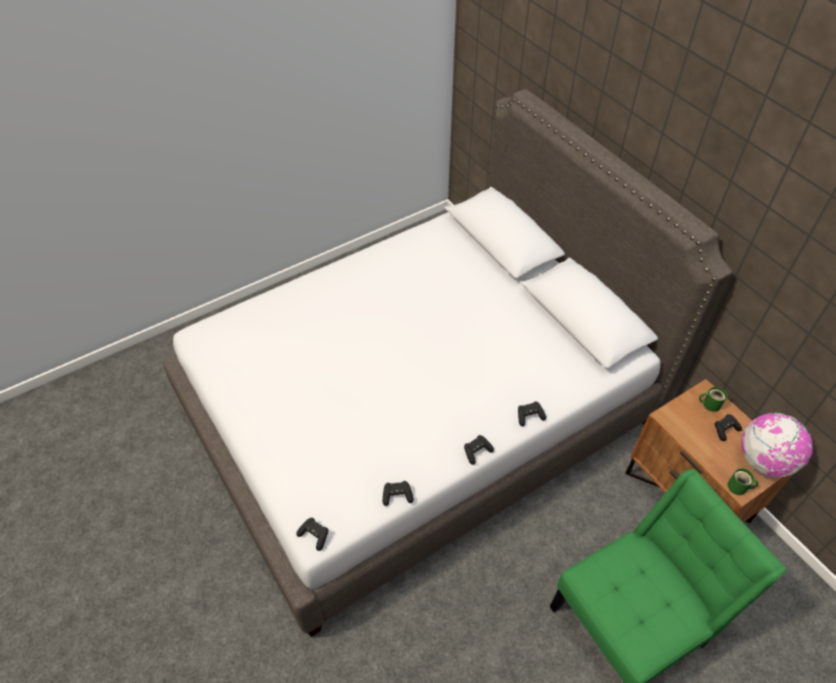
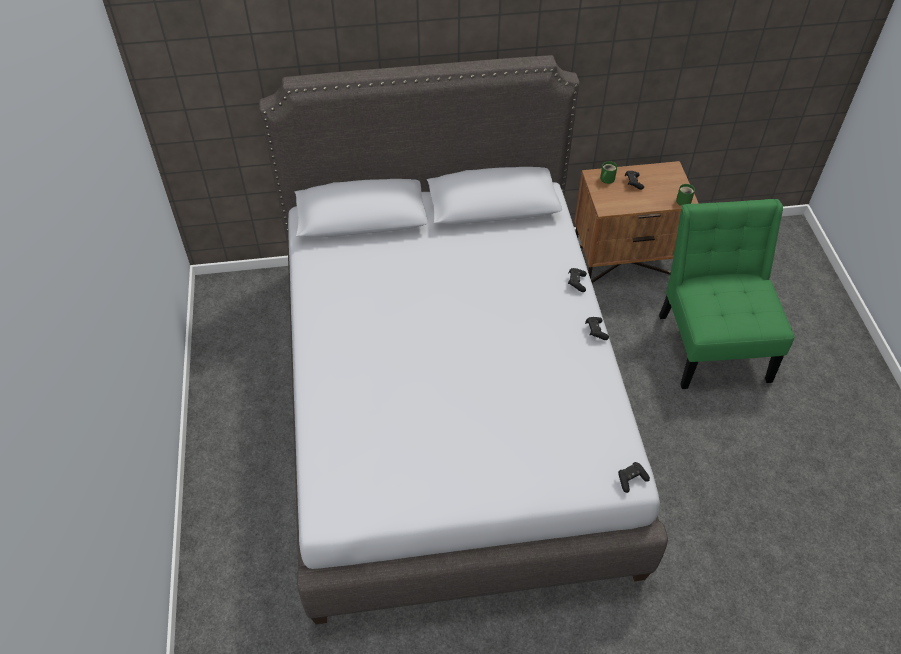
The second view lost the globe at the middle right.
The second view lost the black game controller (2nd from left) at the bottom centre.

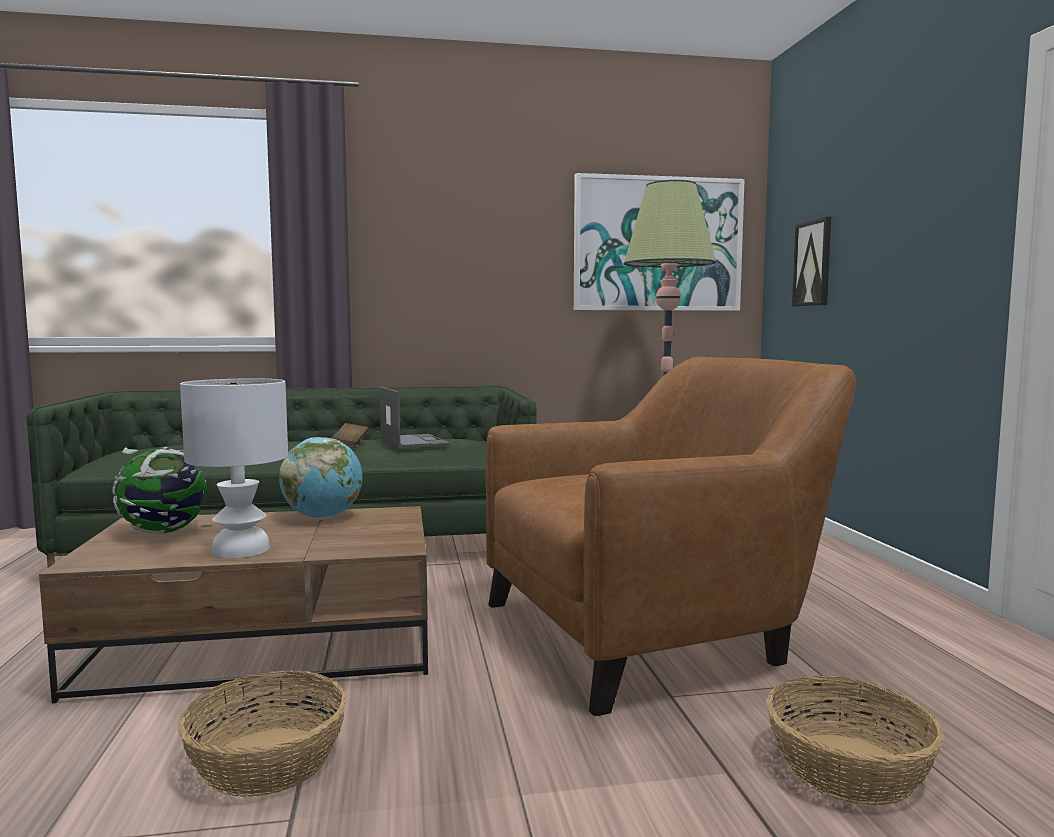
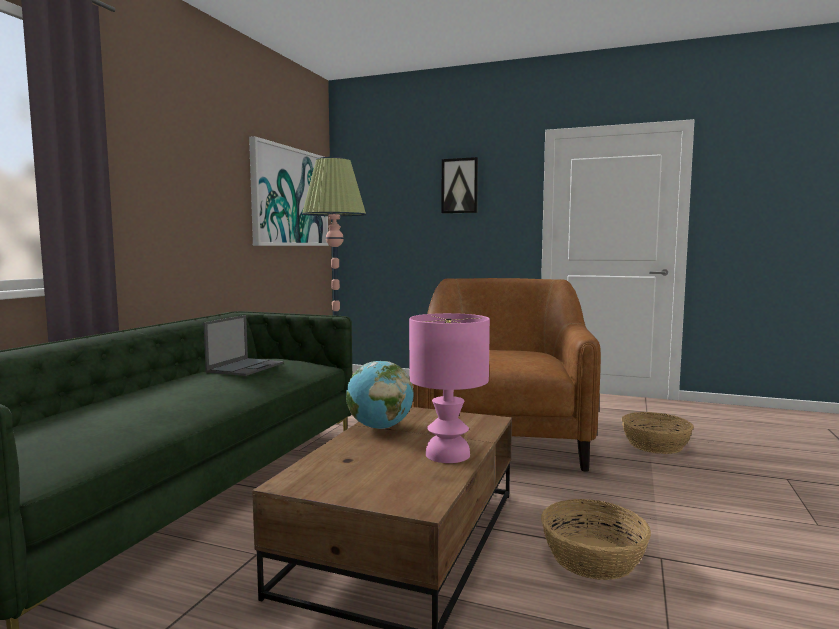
The picture (2nd from left) ended up elsewhere, having gone from the top right to the top centre.
What was the white table lamp at the middle left turned into the pink table lamp at the centre.
The laptop at the centre ended up facing another way, 105 degrees clockwise from before.
The second view lost the brown book at the middle left.
The second view lost the globe (1st from left) at the middle left.

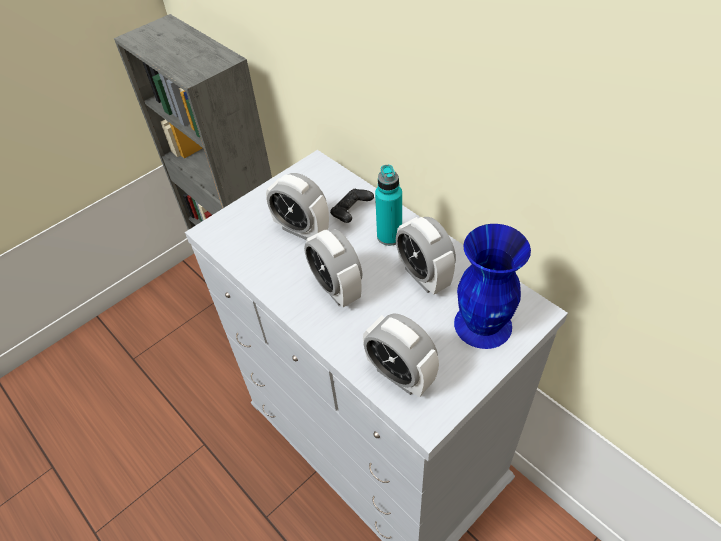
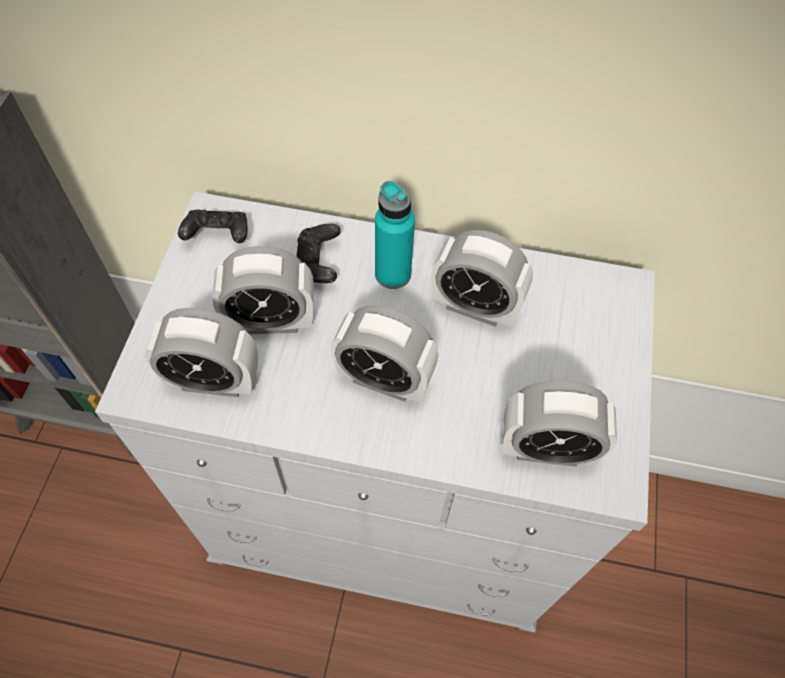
The second view lost the blue vase at the middle right.
The second view gained the black game controller (1st from left) at the middle left.
The second view gained the alarm clock (1st from left) at the middle left.

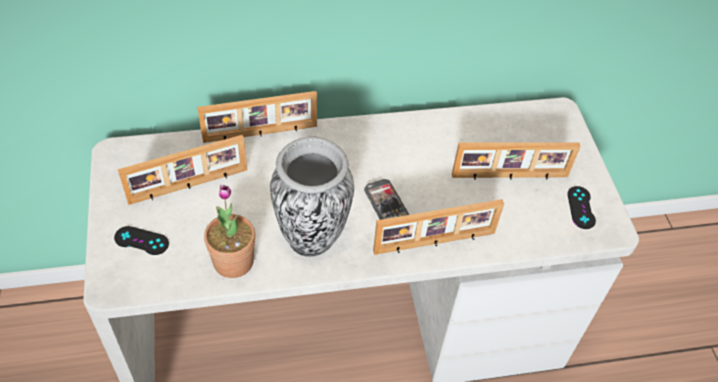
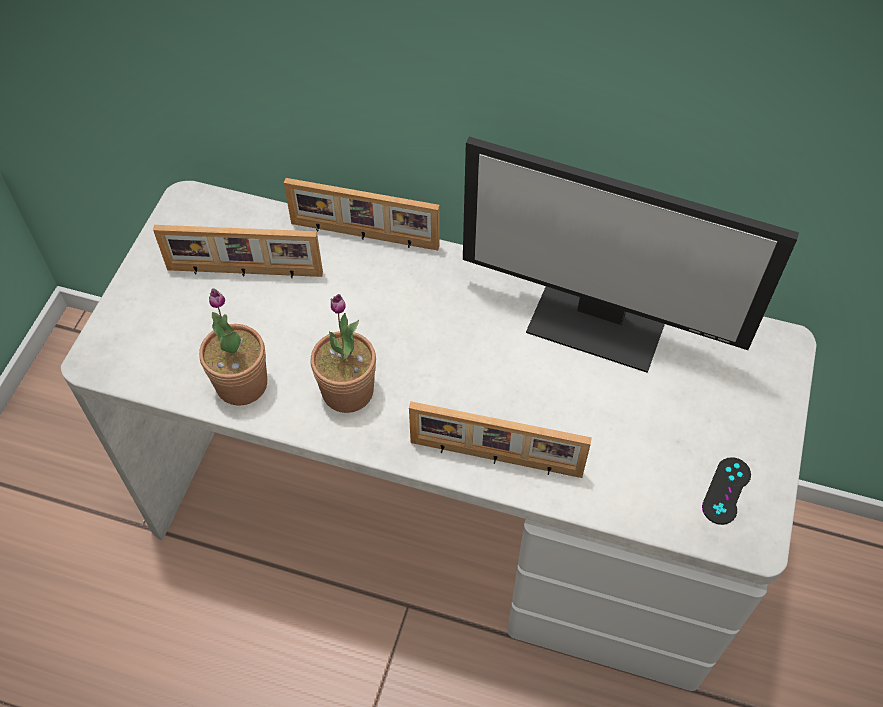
Where the vase stood at the centre, the potted plant (2nd from left) came to stand at the centre.
The second view lost the picture frame (4th from left) at the middle right.
The second view lost the phone at the centre.
The second view lost the black game controller (1st from left) at the middle left.
The second view gained the monitor at the middle right.

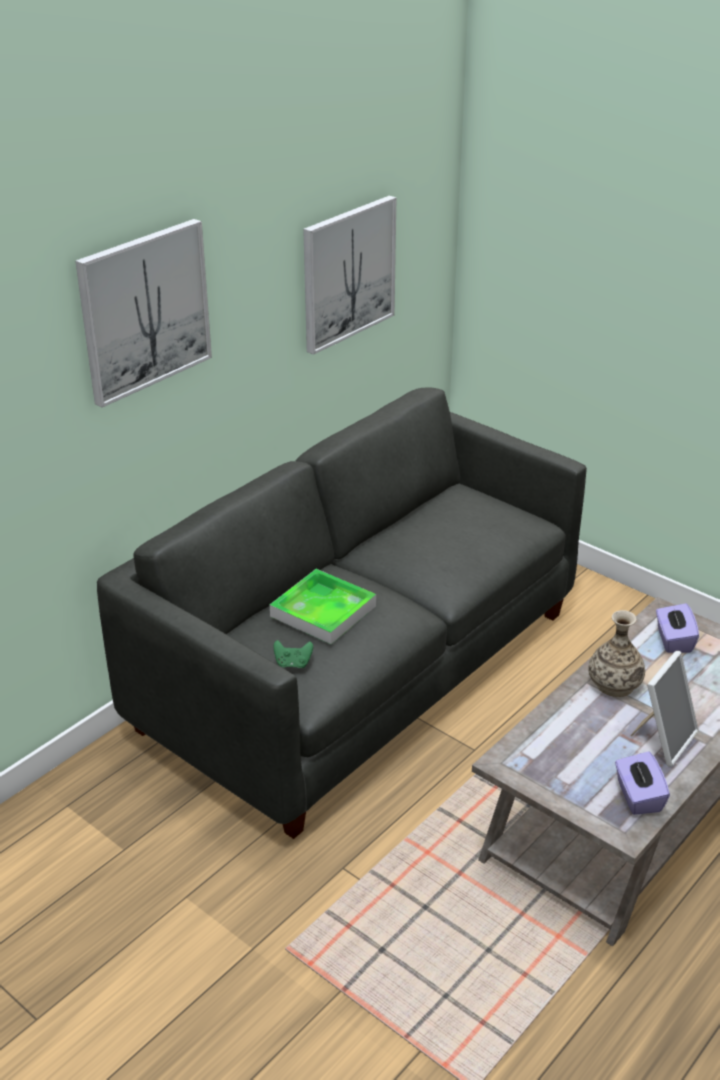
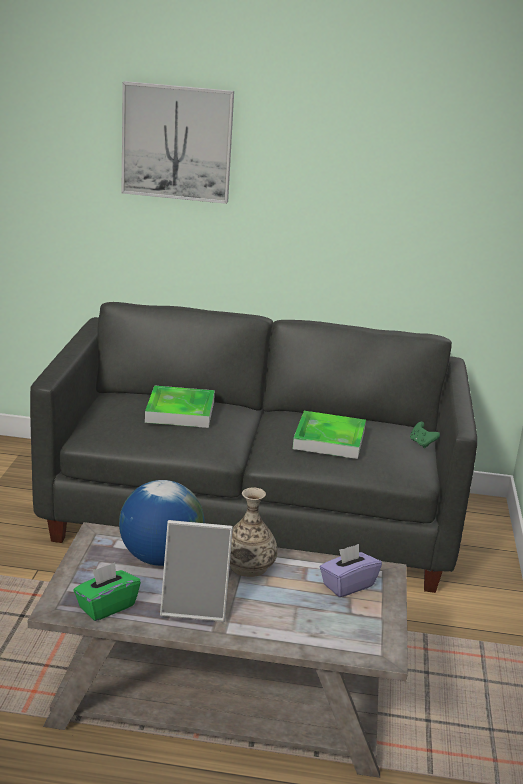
The second view lost the picture (2nd from left) at the top centre.
The green game controller ended up elsewhere, having gone from the centre to the middle right.
What was the purple tissue box (1st from left) at the bottom right turned into the green tissue box at the bottom left.
The second view gained the tray (2nd from left) at the centre.
The second view gained the globe at the bottom left.

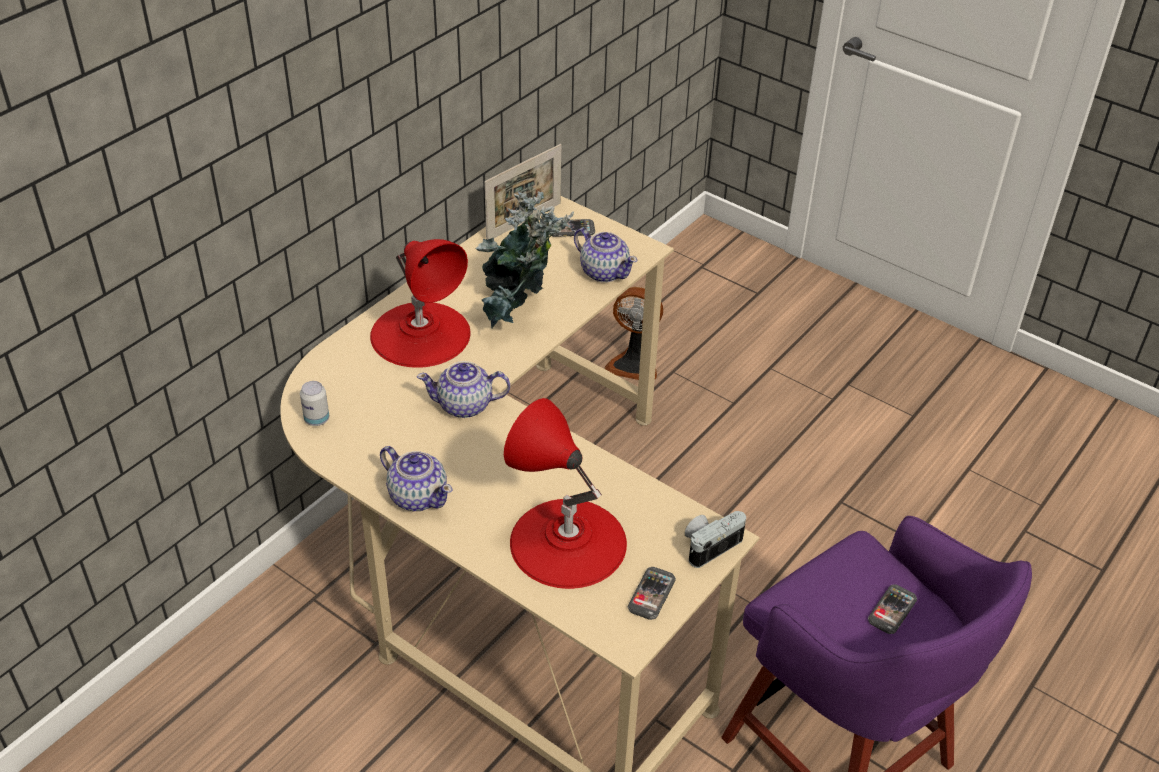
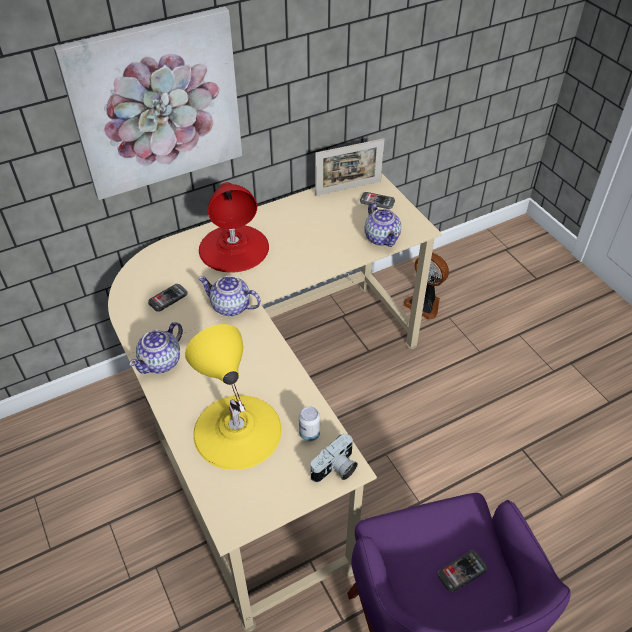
The second view lost the potted plant at the centre.
The can ended up elsewhere, having gone from the middle left to the bottom centre.
What was the red table lamp (2nd from left) at the centre turned into the yellow table lamp at the centre.
The teapot (1st from left) at the centre ended up facing another way, 60 degrees clockwise from before.
The photo camera at the bottom centre ended up facing another way, 150 degrees clockwise from before.
The phone (2nd from left in the first image) ended up elsewhere, having gone from the bottom centre to the middle left.
The second view gained the picture at the top left.

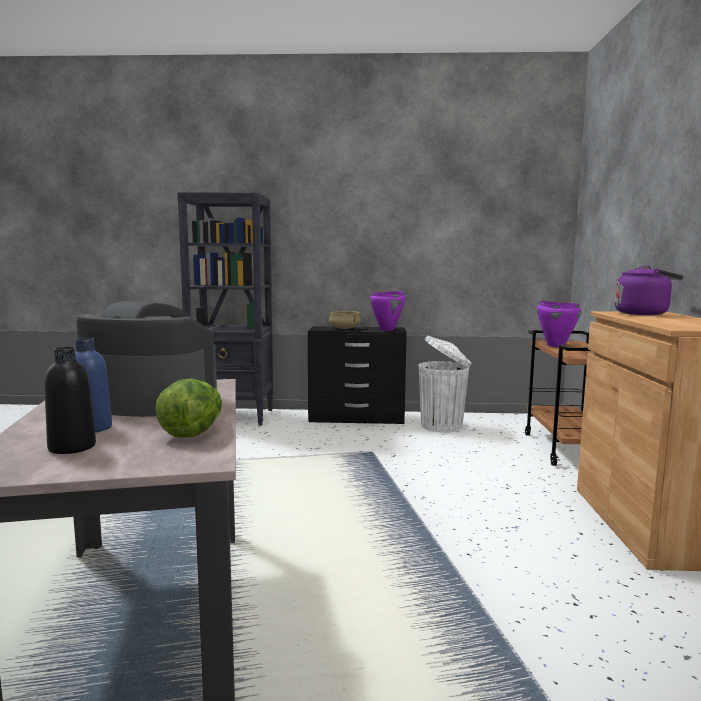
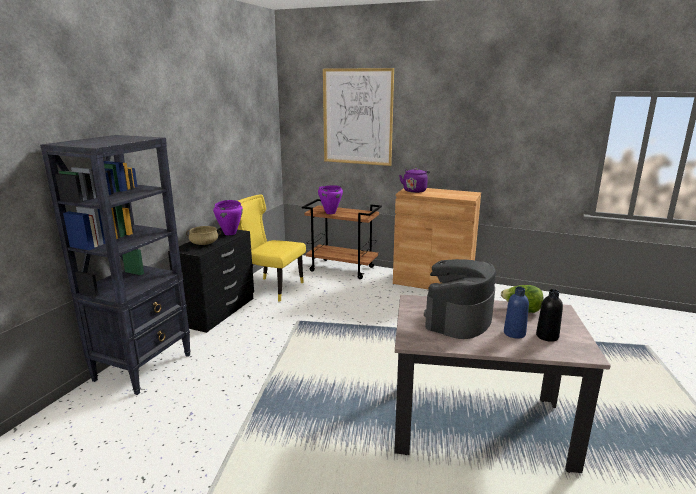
Where the white trash can stood at the centre, the yellow chair came to stand at the centre.
The second view gained the picture at the top centre.

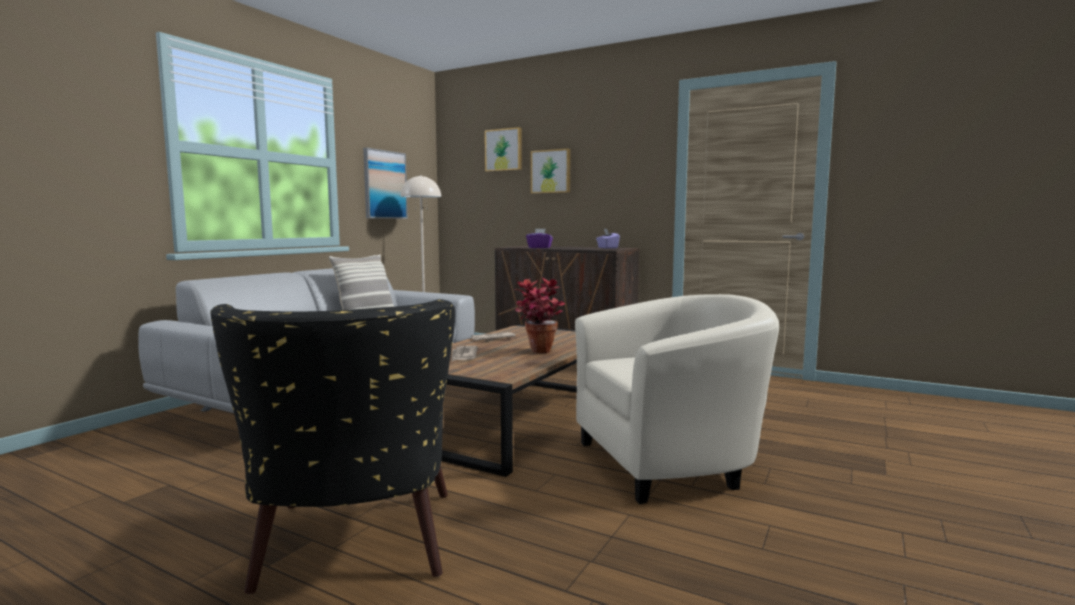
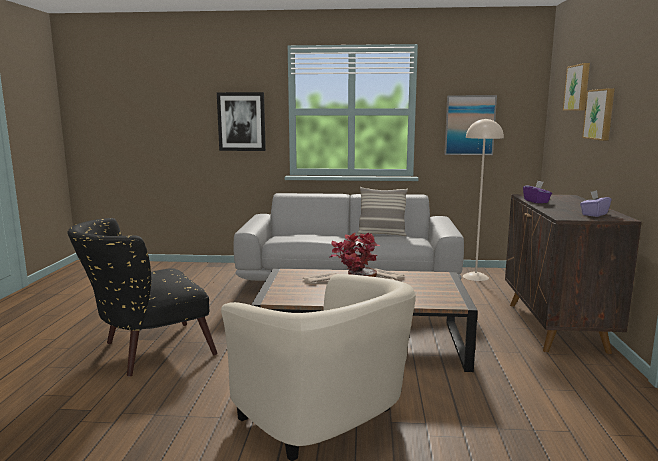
The second view gained the picture (1st from left) at the top centre.

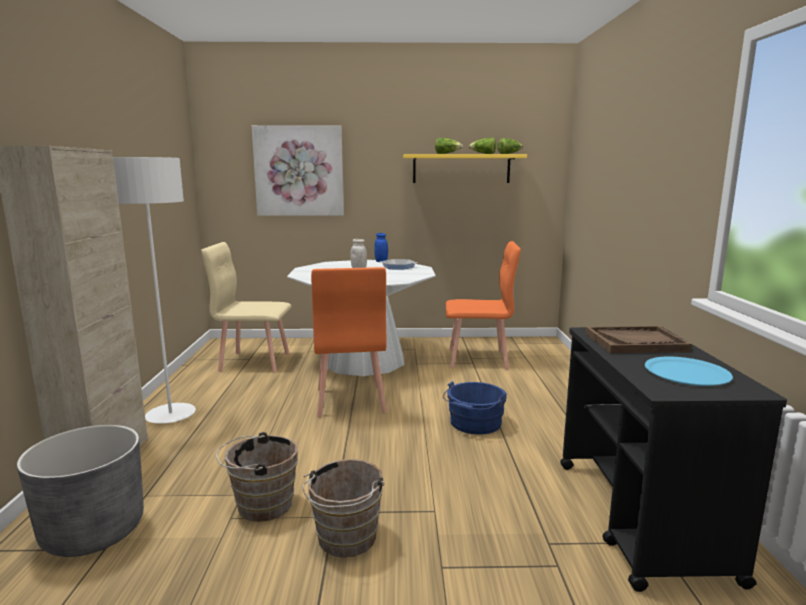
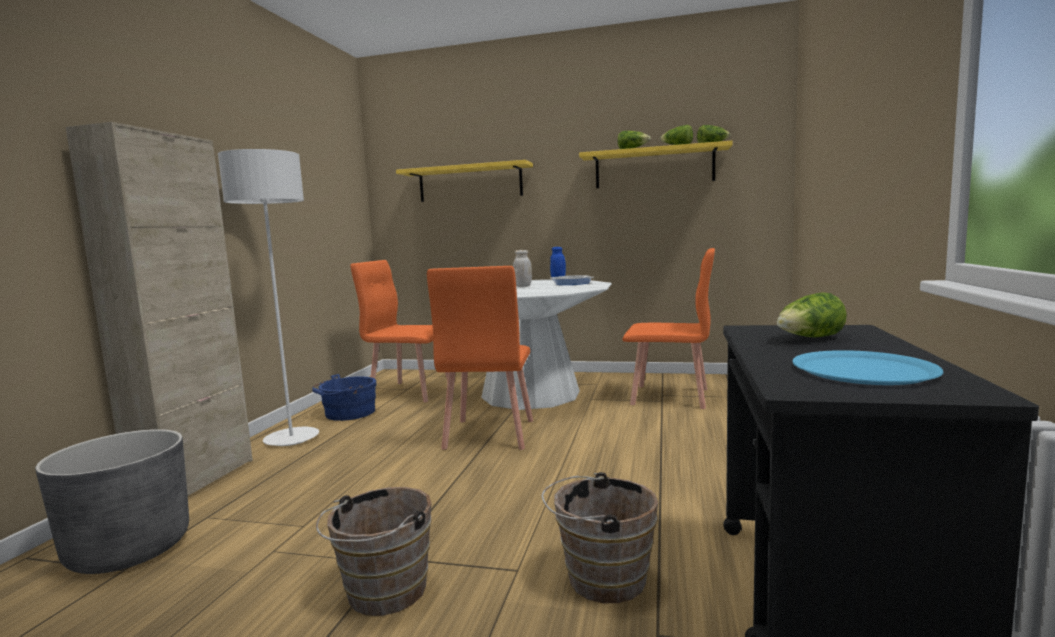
Where the picture hung at the top centre, the yellow shelf (1st from left) came to hang at the top centre.
What was the beige chair at the middle left turned into the orange chair (1st from left) at the centre.
Where the brown tray stood at the middle right, the lettuce (4th from left) came to stand at the middle right.
The blue bucket ended up elsewhere, having gone from the bottom centre to the middle left.
The brown bucket (1st from left in the first image) ended up elsewhere, having gone from the bottom left to the bottom centre.

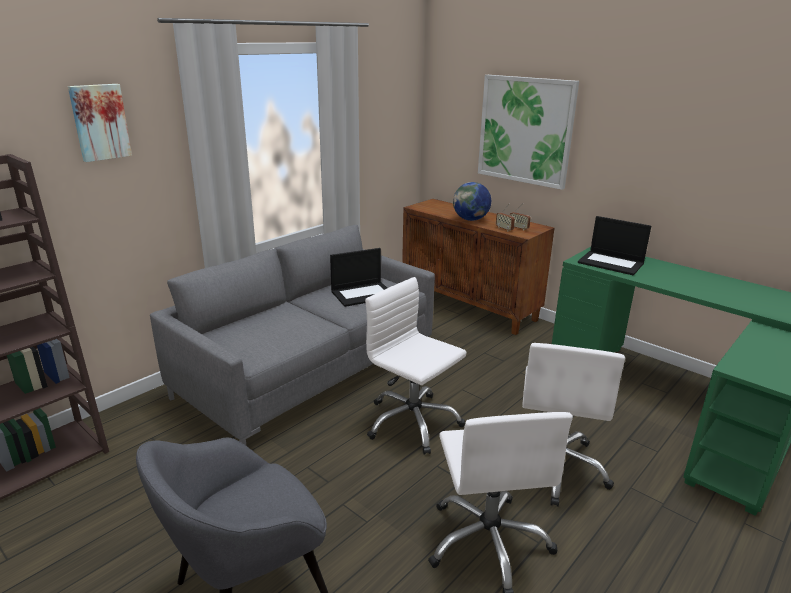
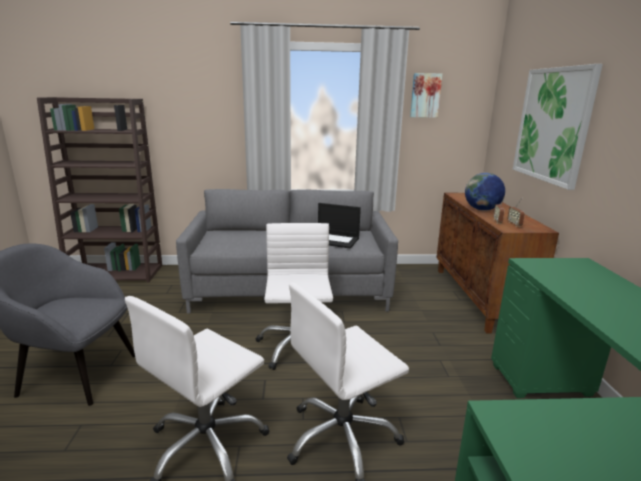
The picture (1st from left) ended up elsewhere, having gone from the top left to the top centre.
The second view lost the laptop (2nd from left) at the middle right.

